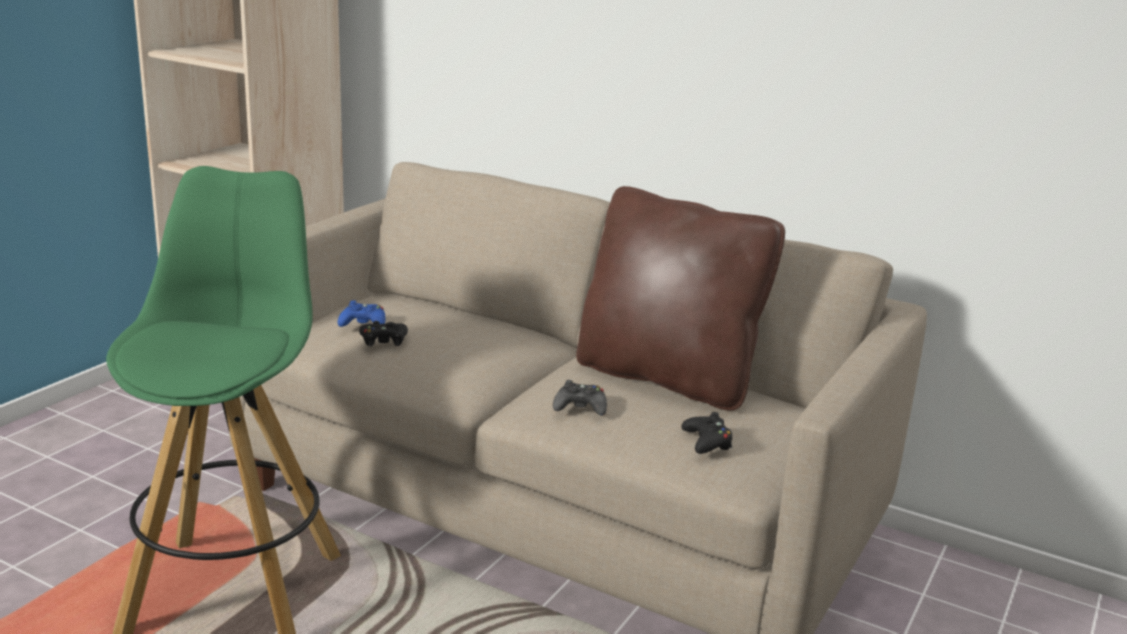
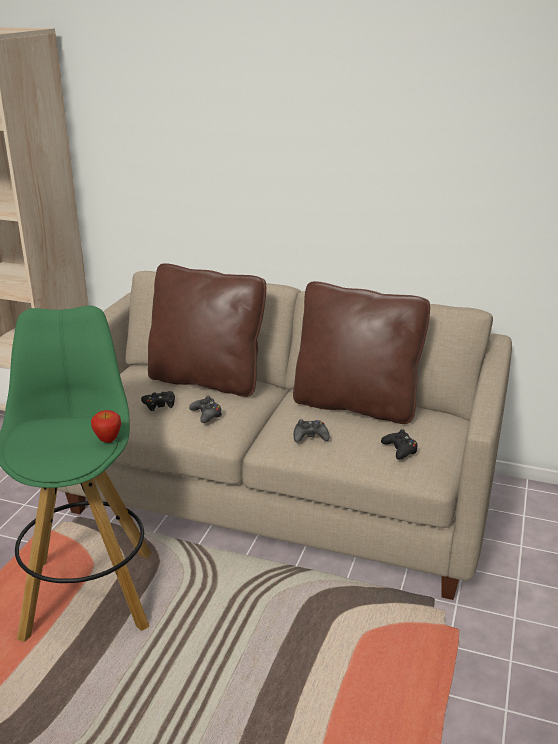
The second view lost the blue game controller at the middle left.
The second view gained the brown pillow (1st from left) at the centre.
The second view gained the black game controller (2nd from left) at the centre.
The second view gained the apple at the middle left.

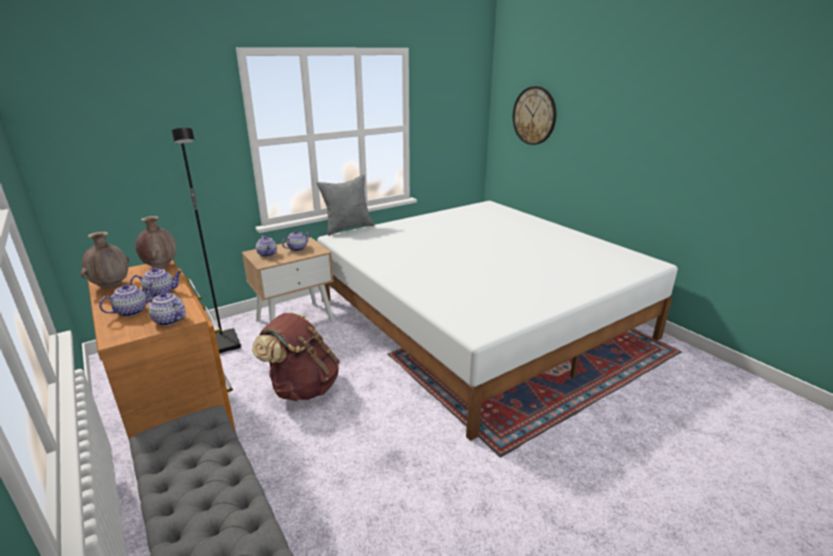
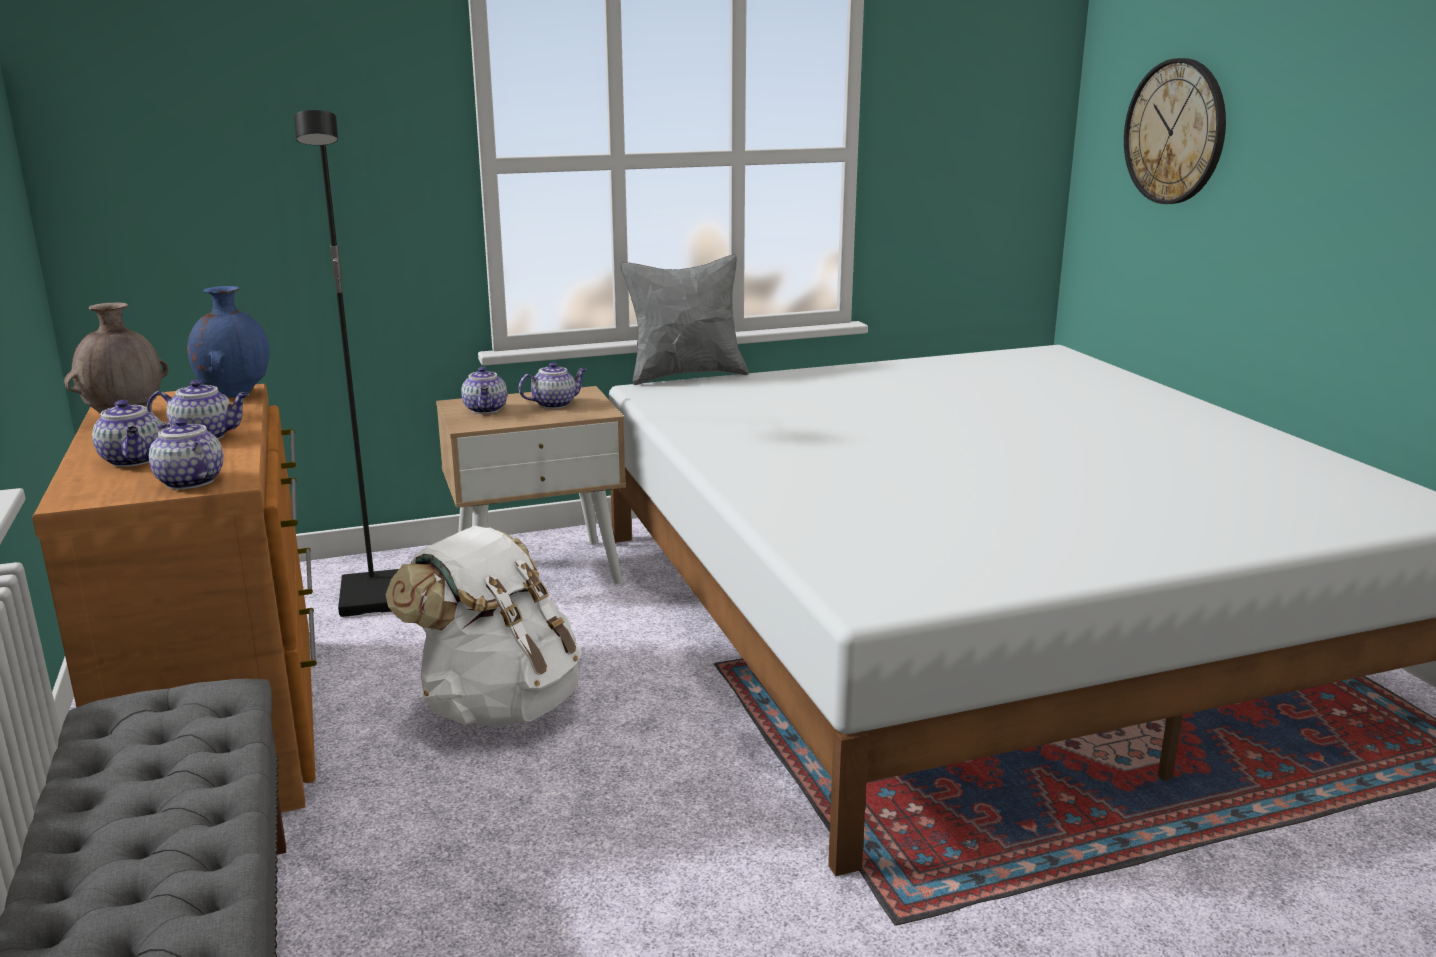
What was the brown vase (2nd from left) at the middle left turned into the blue vase at the middle left.
The teapot (1st from left) at the middle left ended up facing another way, 90 degrees clockwise from before.
What was the brown backpack at the centre turned into the white backpack at the centre.

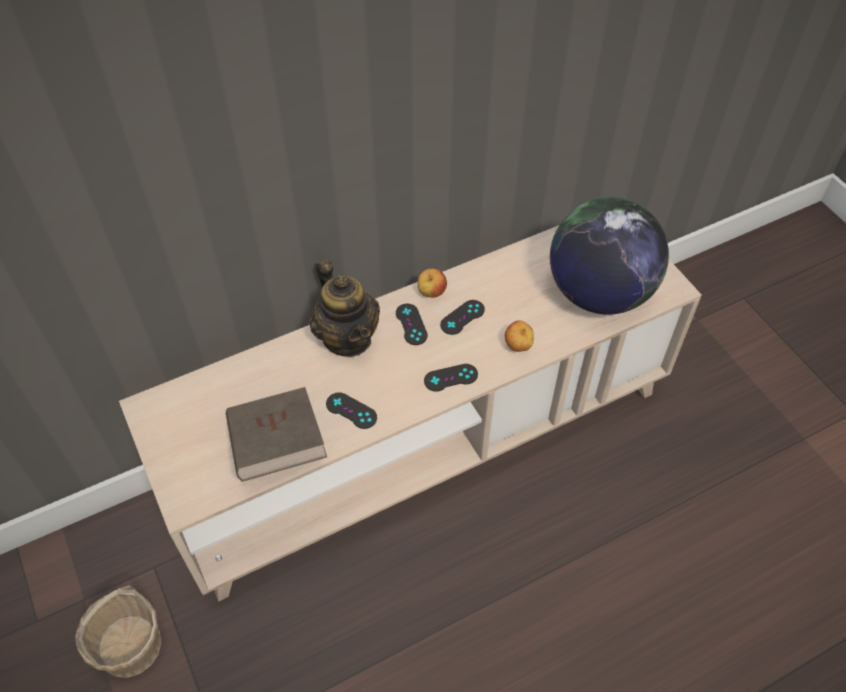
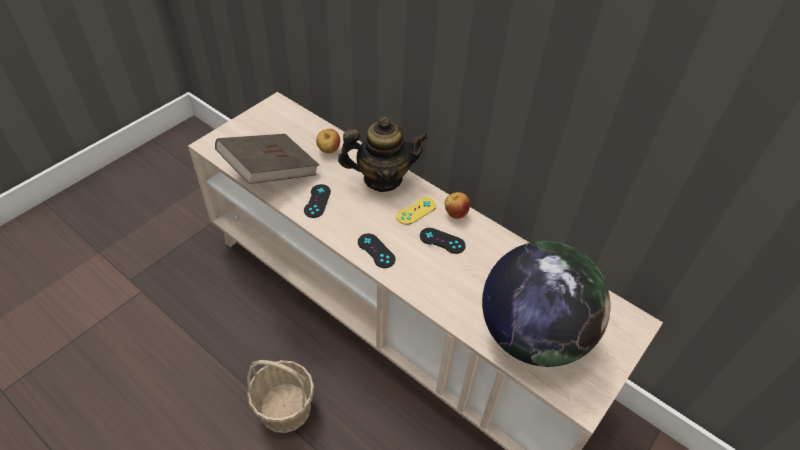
The teapot at the centre ended up facing another way, 135 degrees counterclockwise from before.
What was the black game controller (2nd from left) at the centre turned into the yellow game controller at the centre.
The apple (2nd from left in the first image) ended up elsewhere, having gone from the centre to the top centre.
The basket ended up elsewhere, having gone from the bottom left to the bottom centre.

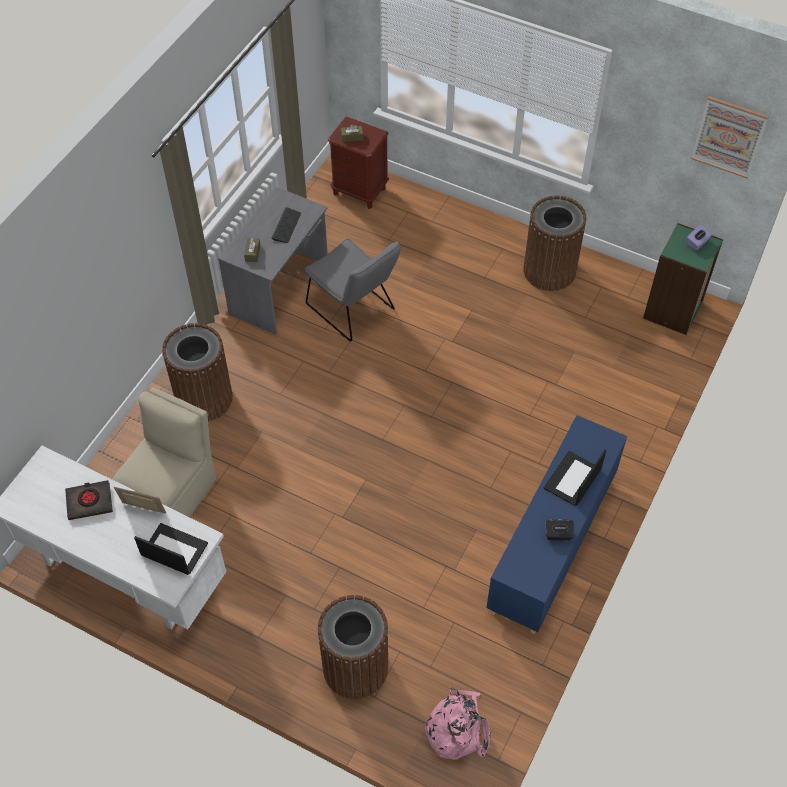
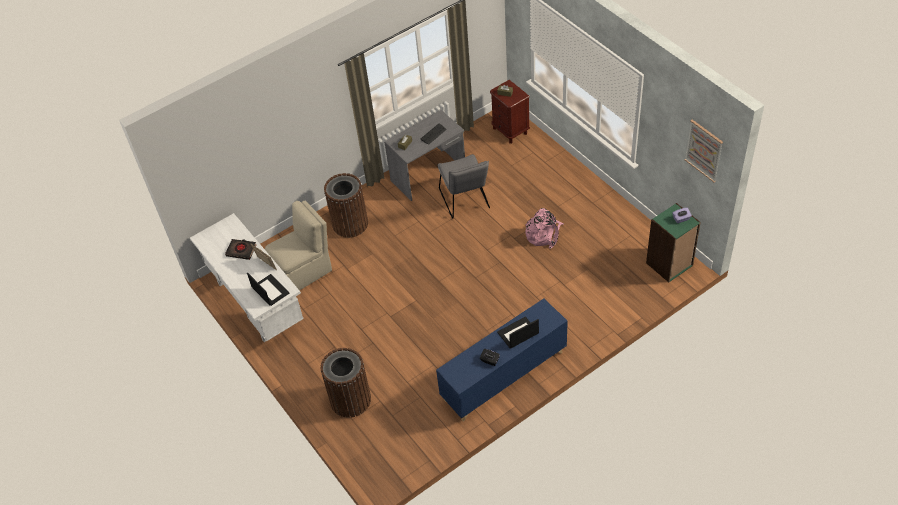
The second view lost the brown trash can (3rd from left) at the top right.
The pink backpack ended up elsewhere, having gone from the bottom centre to the centre.

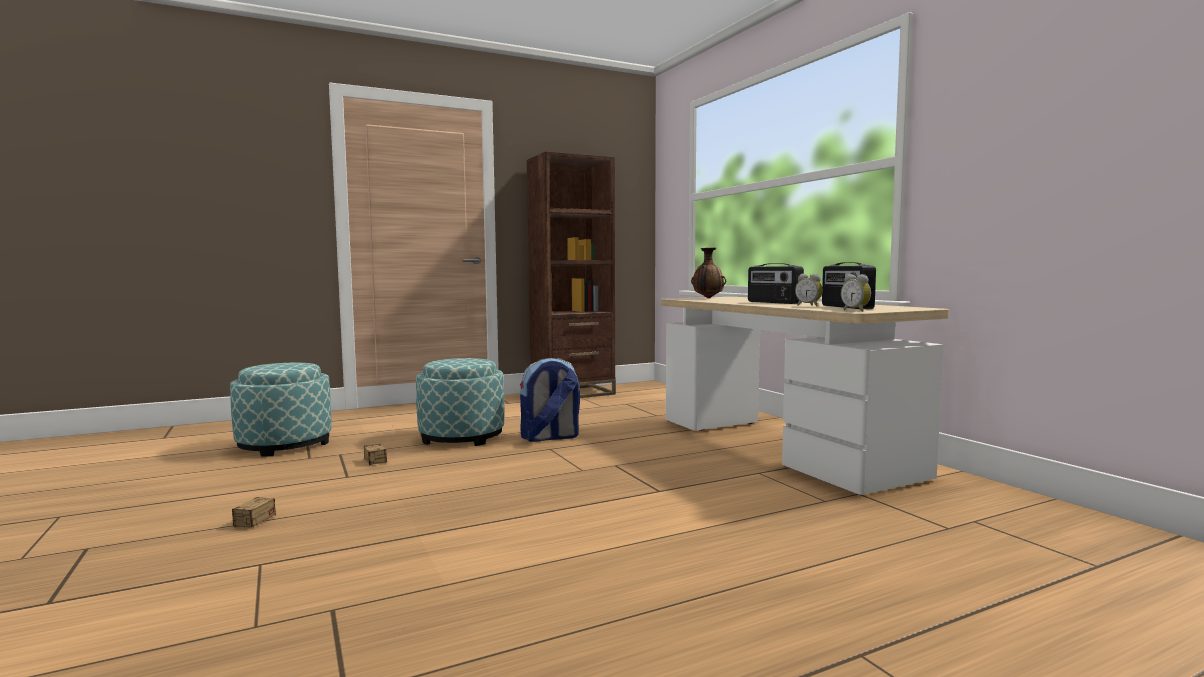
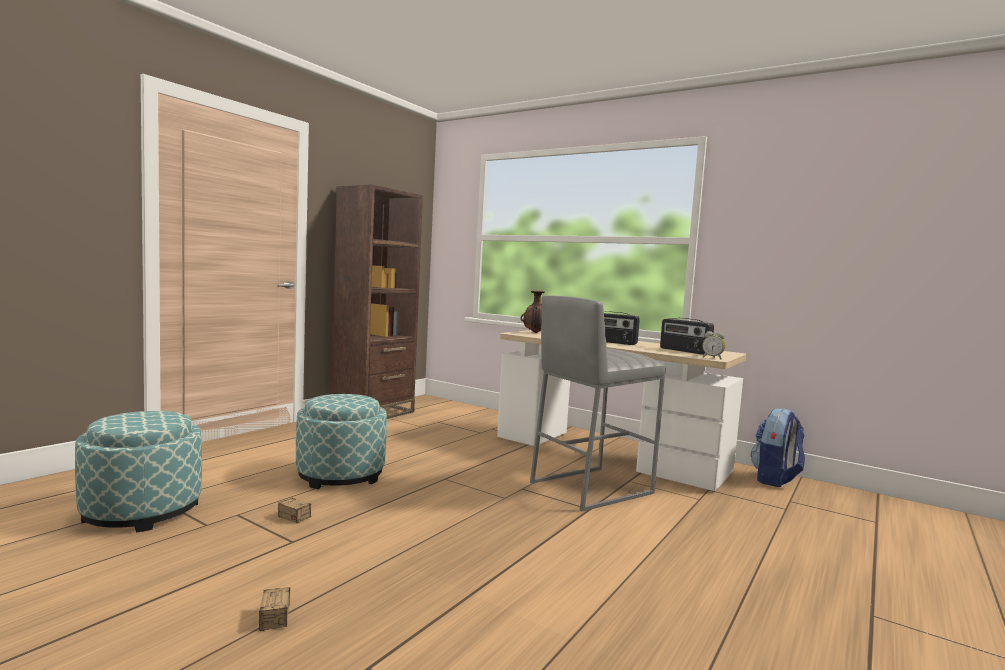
The second view lost the alarm clock (1st from left) at the middle right.
The backpack ended up elsewhere, having gone from the centre to the bottom right.
The second view gained the grey stool at the centre.

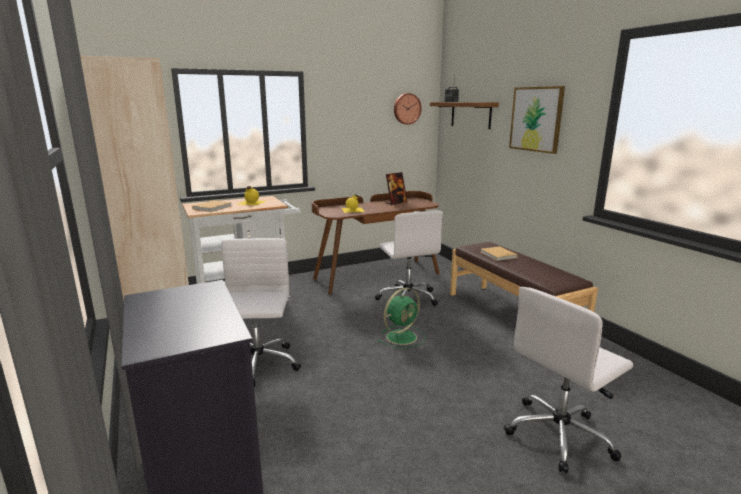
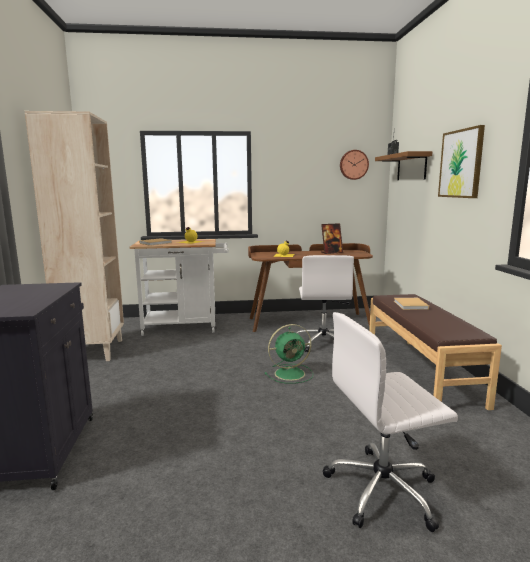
The second view lost the white office chair (1st from left) at the centre.

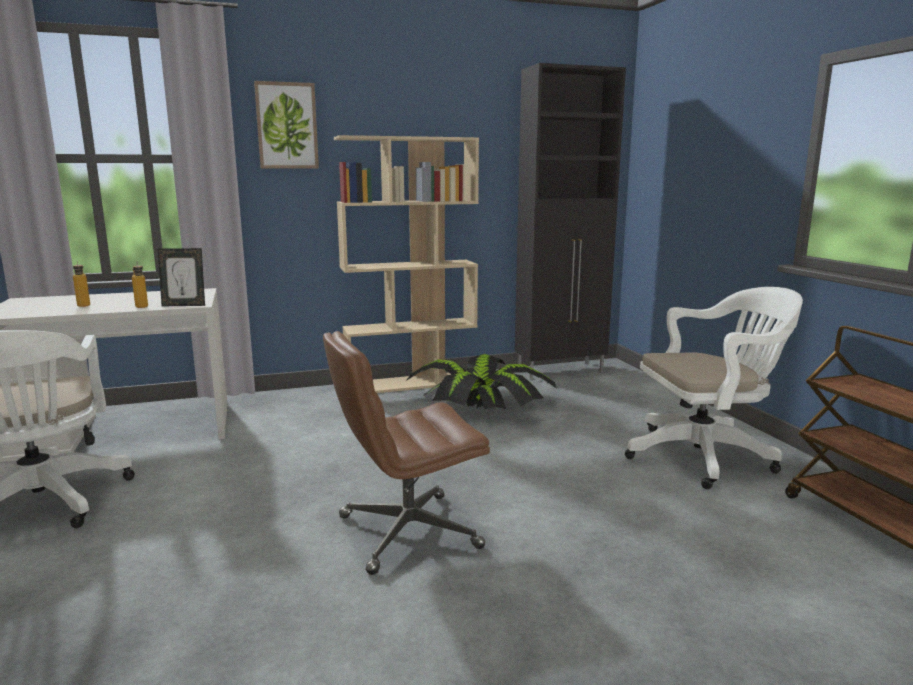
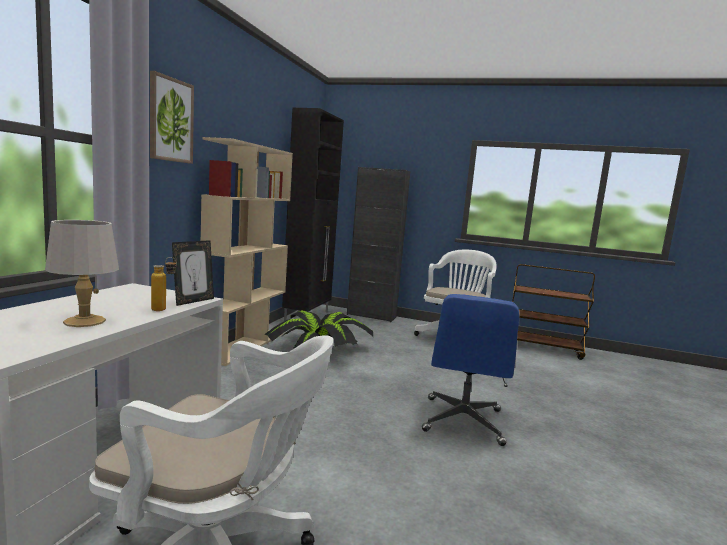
Where the bottle (1st from left) stood at the middle left, the grey table lamp came to stand at the middle left.
What was the brown office chair at the centre turned into the blue office chair at the bottom centre.
The second view gained the black cabinet (2nd from left) at the centre.

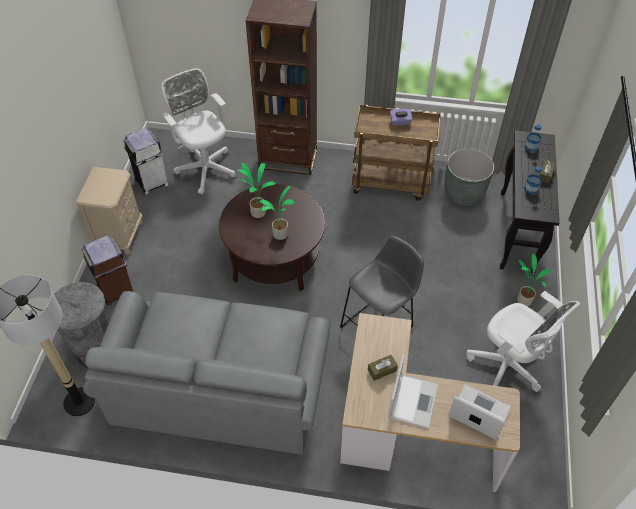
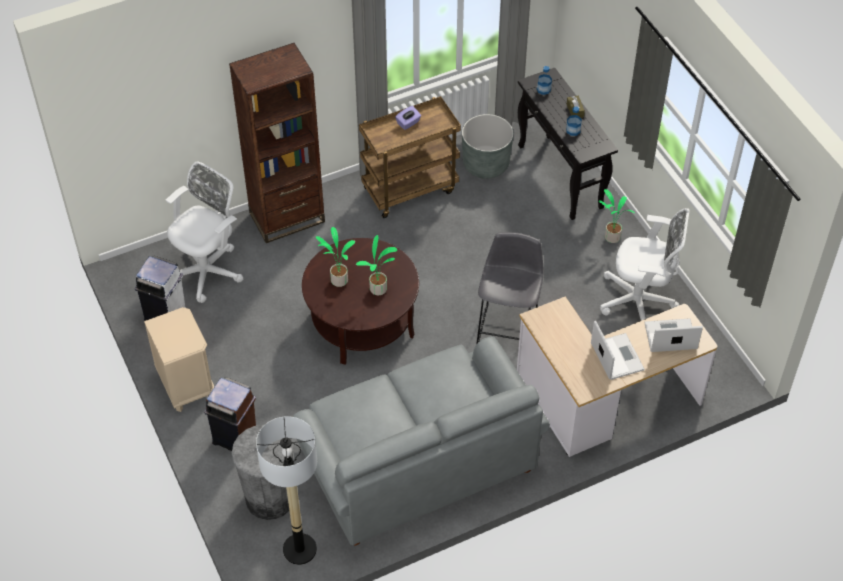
The white office chair (1st from left) at the top left ended up facing another way, 105 degrees clockwise from before.
The second view lost the brown tissue box (1st from left) at the bottom centre.

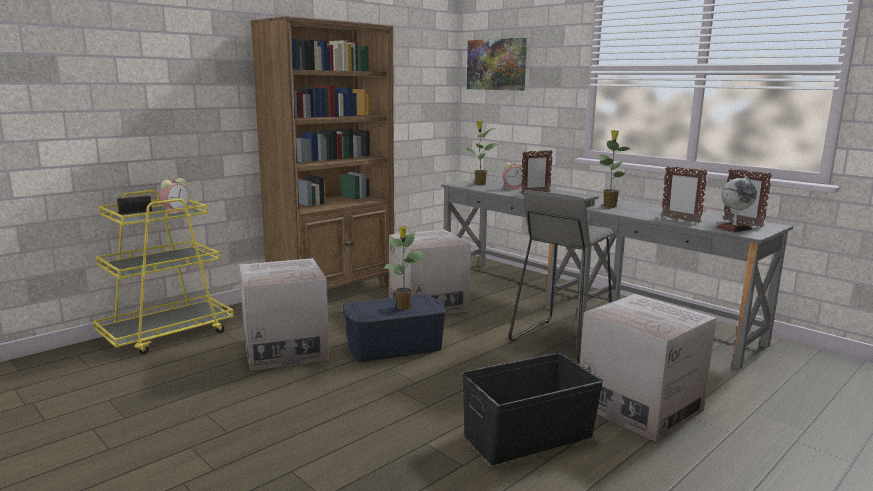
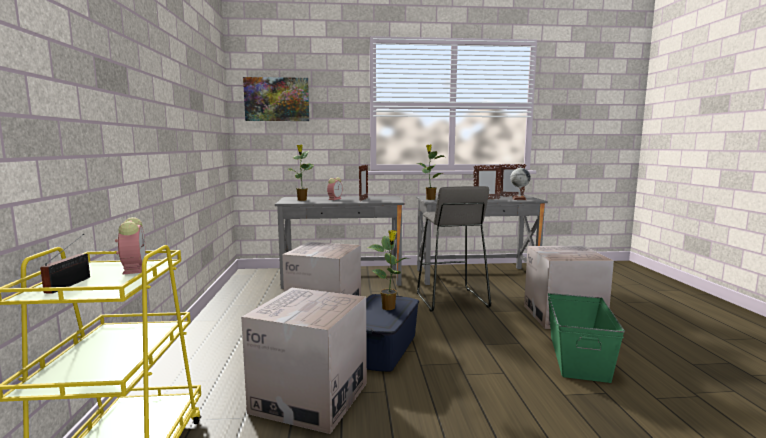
The second view lost the brown bookcase at the top centre.
What was the black storage box at the bottom centre turned into the green storage box at the bottom right.

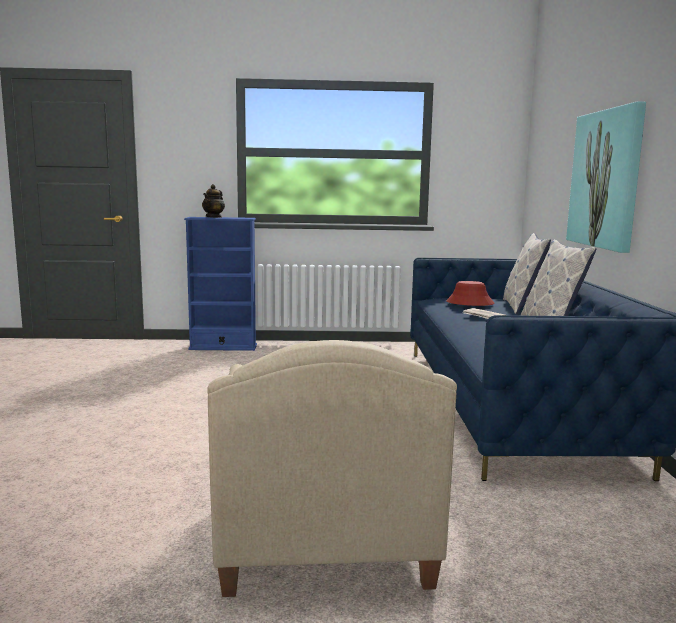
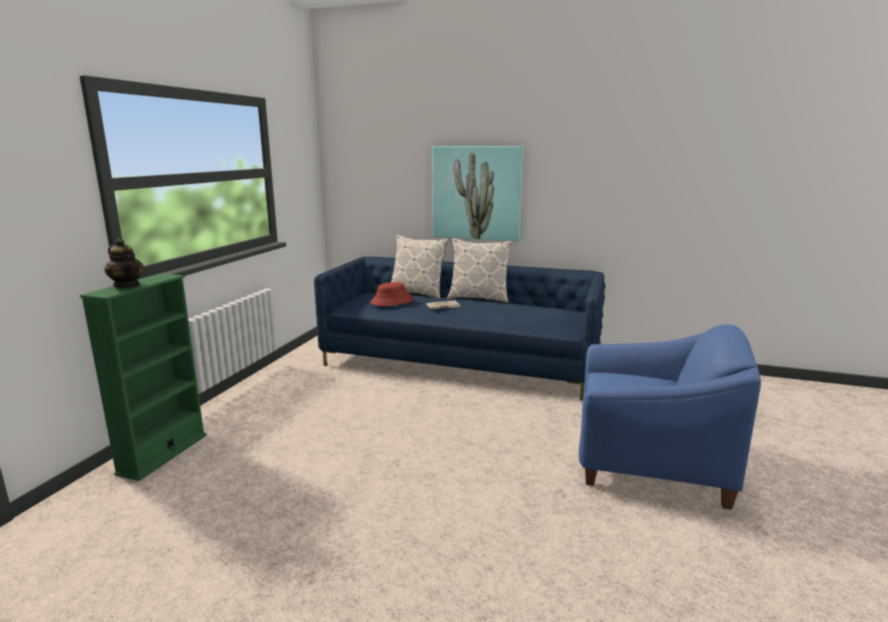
What was the blue bookcase at the middle left turned into the green bookcase at the middle left.
What was the beige armchair at the bottom centre turned into the blue armchair at the bottom right.

